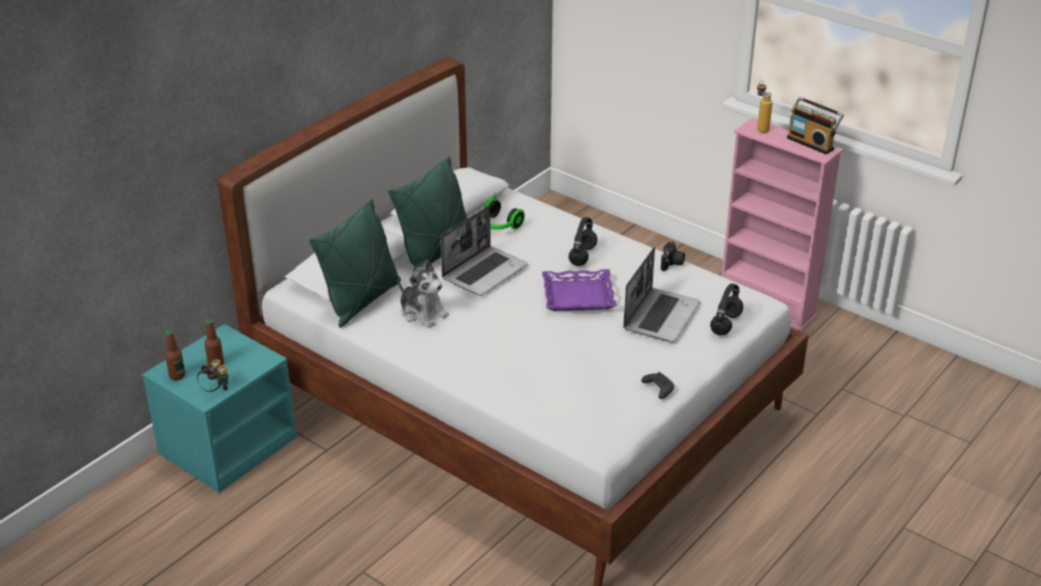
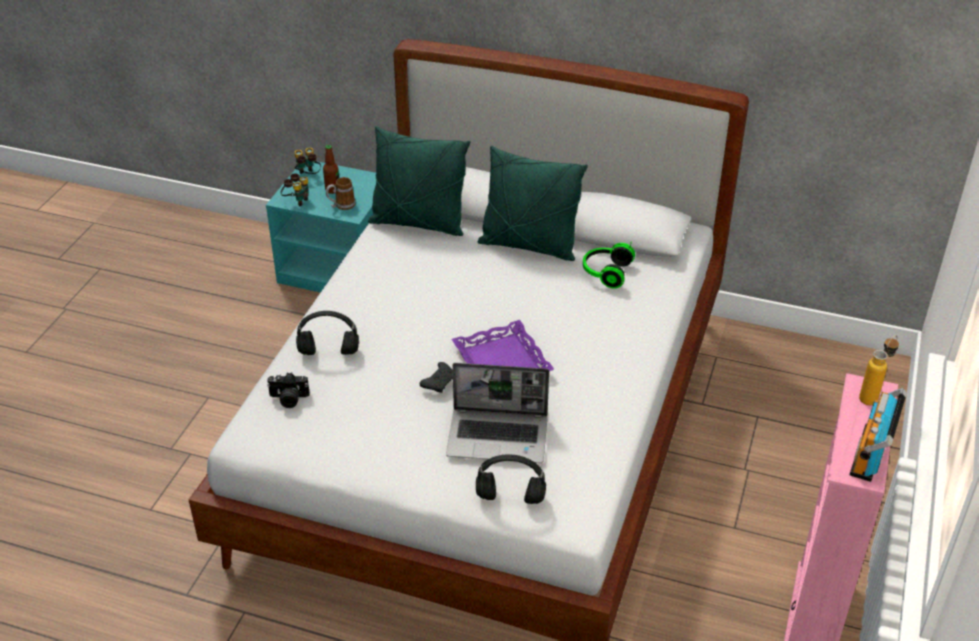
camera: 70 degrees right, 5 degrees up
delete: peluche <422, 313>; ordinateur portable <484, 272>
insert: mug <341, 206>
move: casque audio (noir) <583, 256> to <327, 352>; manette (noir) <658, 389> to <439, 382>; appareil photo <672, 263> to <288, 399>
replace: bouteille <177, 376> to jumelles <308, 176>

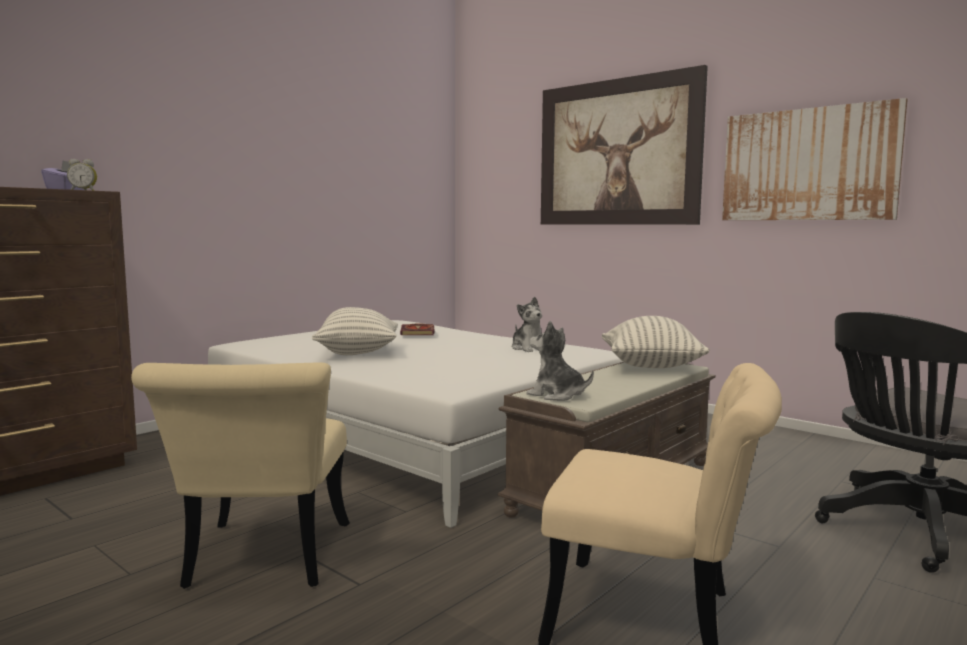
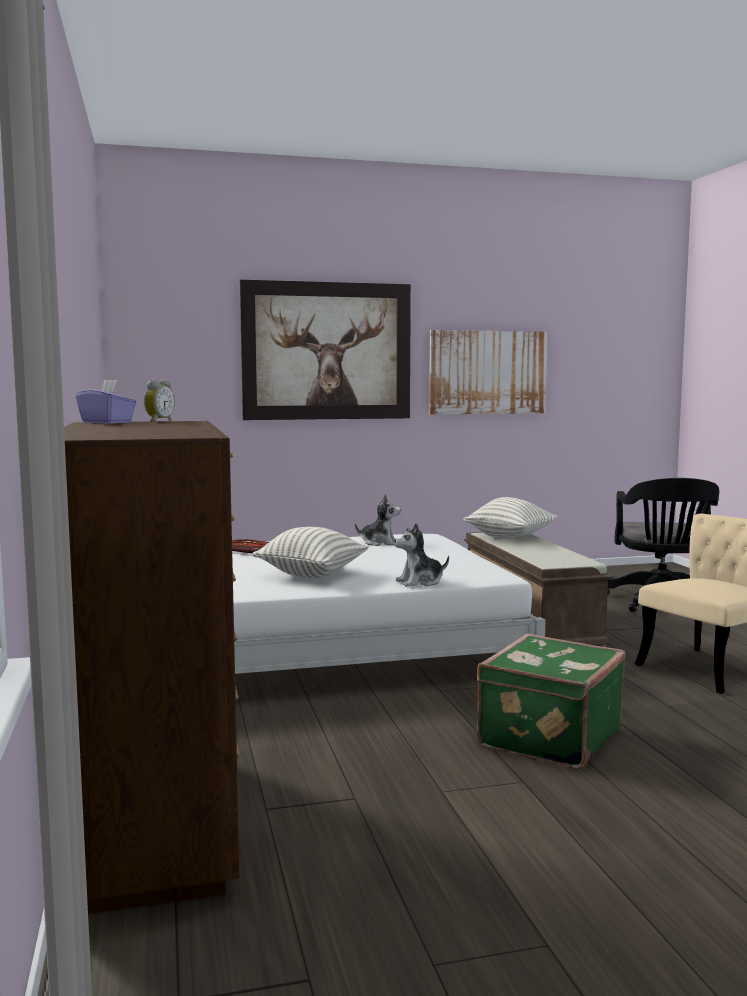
camera: 55 degrees left, 0 degrees up
move: peluche <557, 395> to <420, 582>
replace: chaise (beige) <262, 562> to valise (vert) <547, 737>

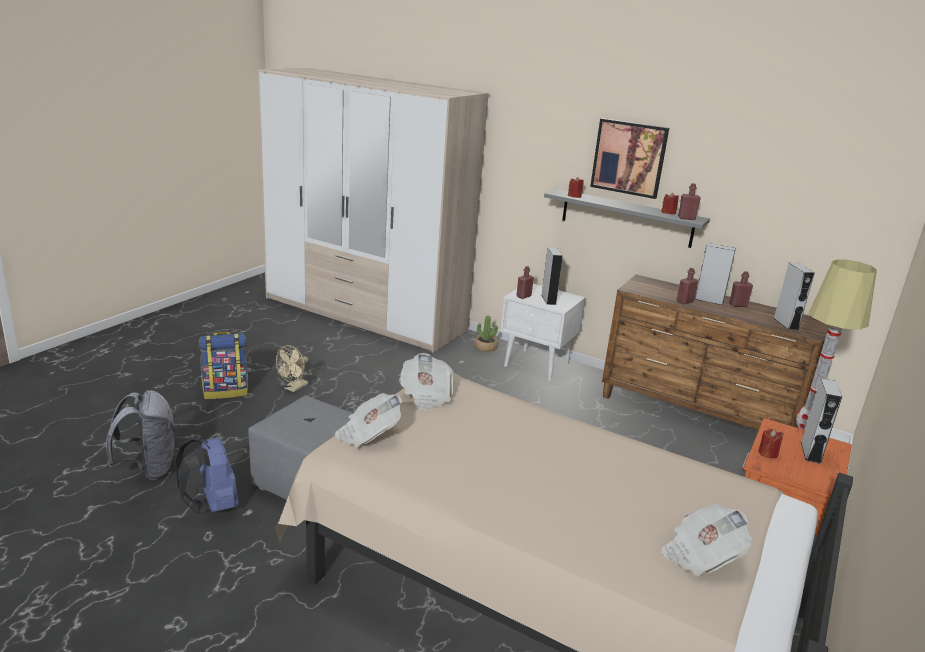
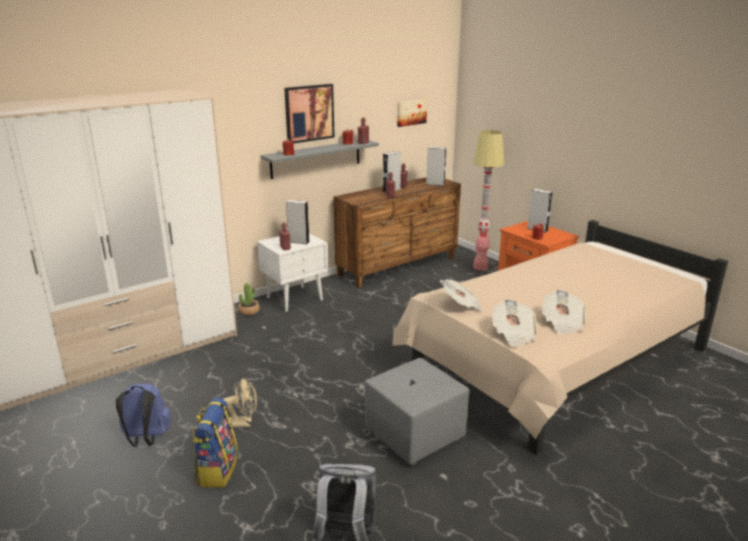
camera: 65 degrees left, 0 degrees up
insert: tableau <411, 112>
move: sac à dos (bleu) <212, 505> to <146, 439>; journal <701, 555> to <562, 323>
rotate: ventilateur (beige) <294, 388> = <244, 423> 60 degrees counterclockwise

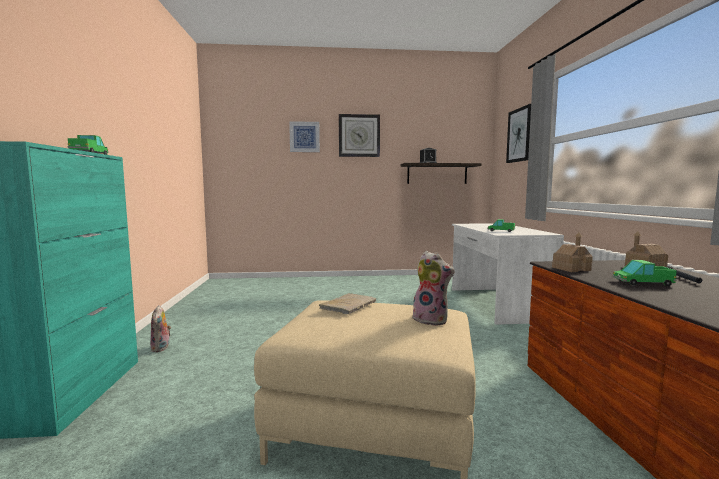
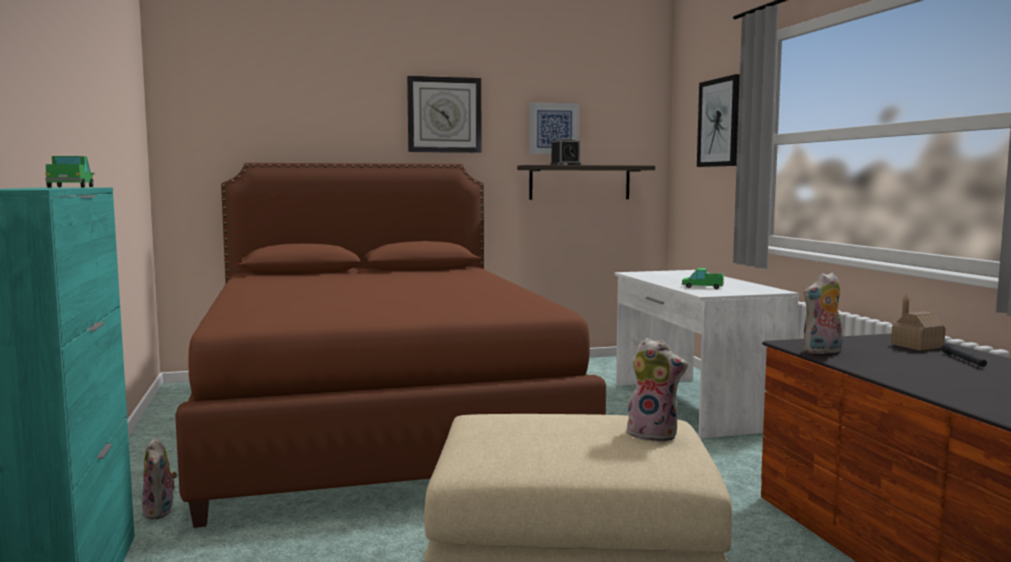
camera: 10 degrees left, 0 degrees up
delete: livre (beige) <349, 305>; camion jouet <643, 283>
insert: lit (marron) <378, 423>
move: tableau <304, 137> to <553, 129>
replace: maison miniature <571, 269> to peluche <822, 352>

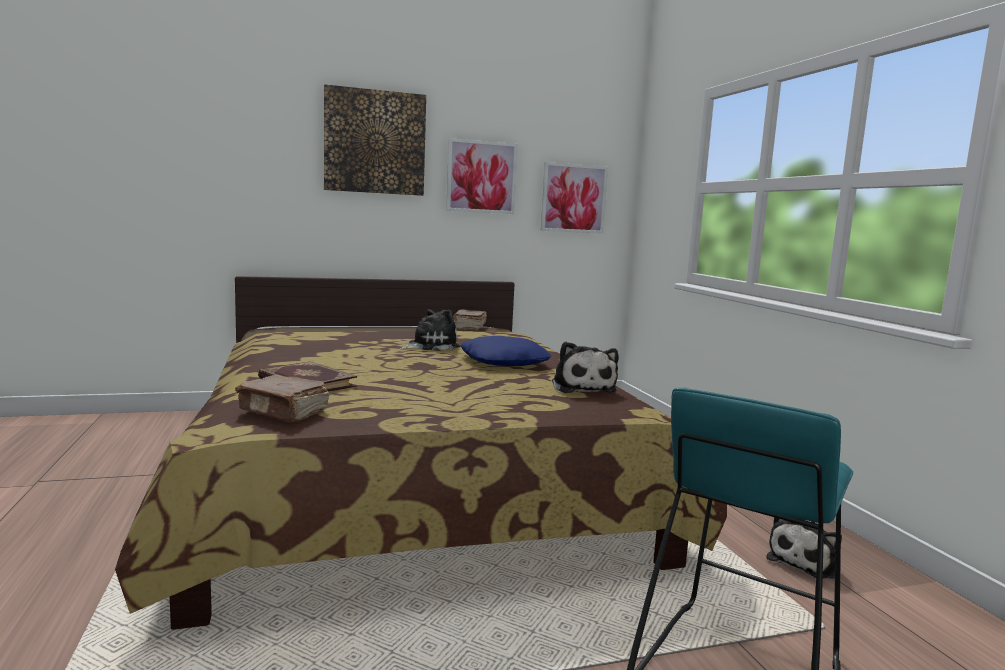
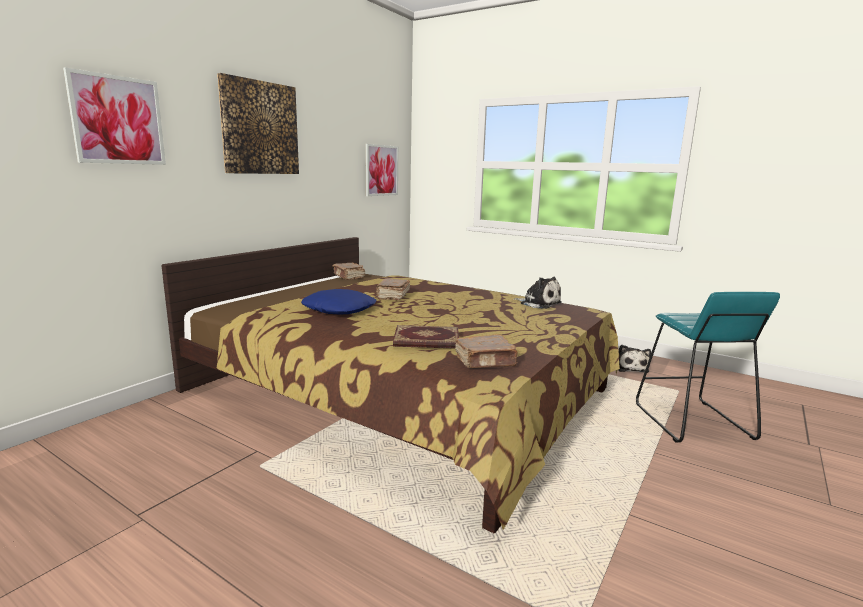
camera: 40 degrees left, 5 degrees up
move: tableau <481, 177> to <117, 120>; coussin (bleu) <504, 361> to <339, 309>
replace: peluche <430, 346> to livre (marron) <392, 296>

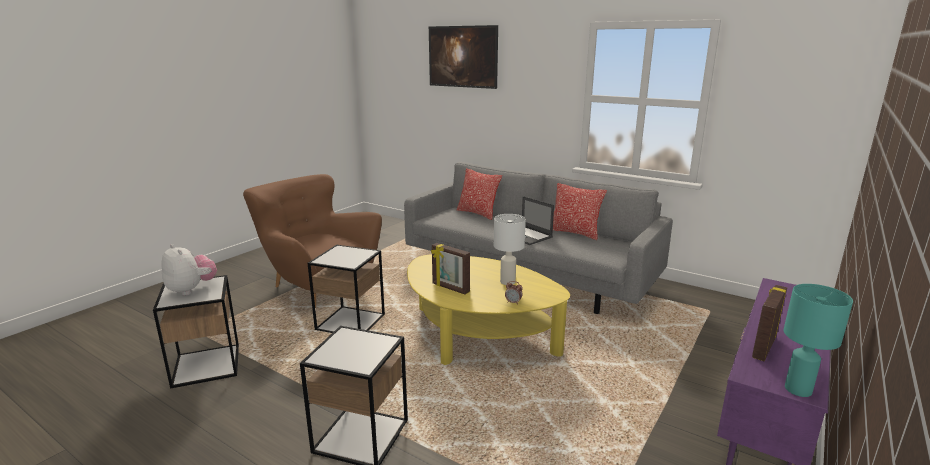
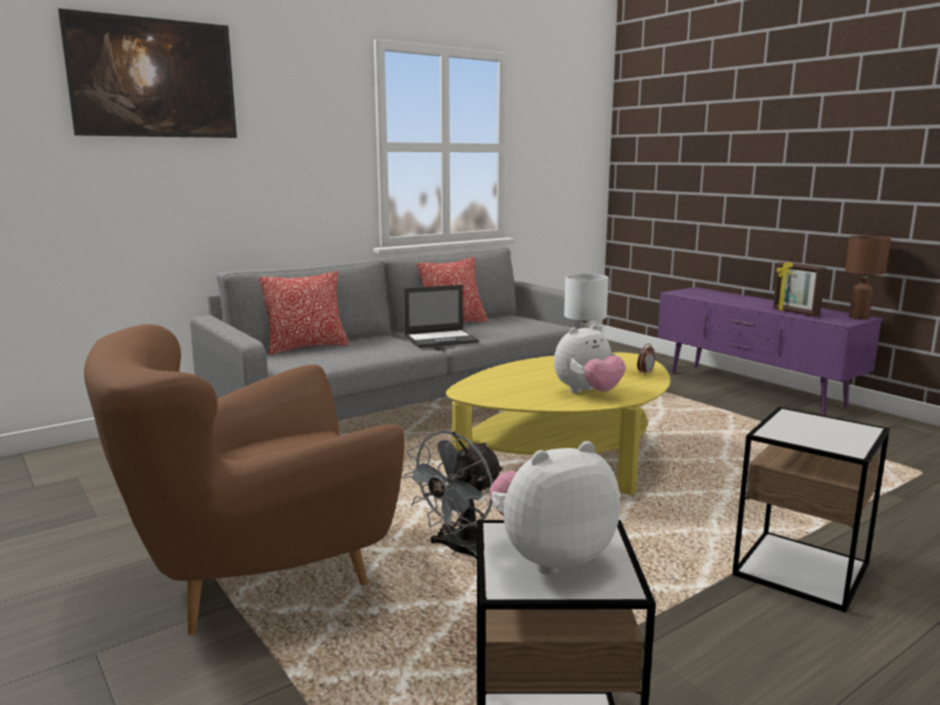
camera: 70 degrees left, 5 degrees down
replace: table d'appoint <350, 322> to ventilateur (gris) <459, 551>; cadre photo <450, 288> to peluche <587, 392>
recolor: lampe de table (turquoise) <797, 389> to lampe de table (marron) <858, 317>

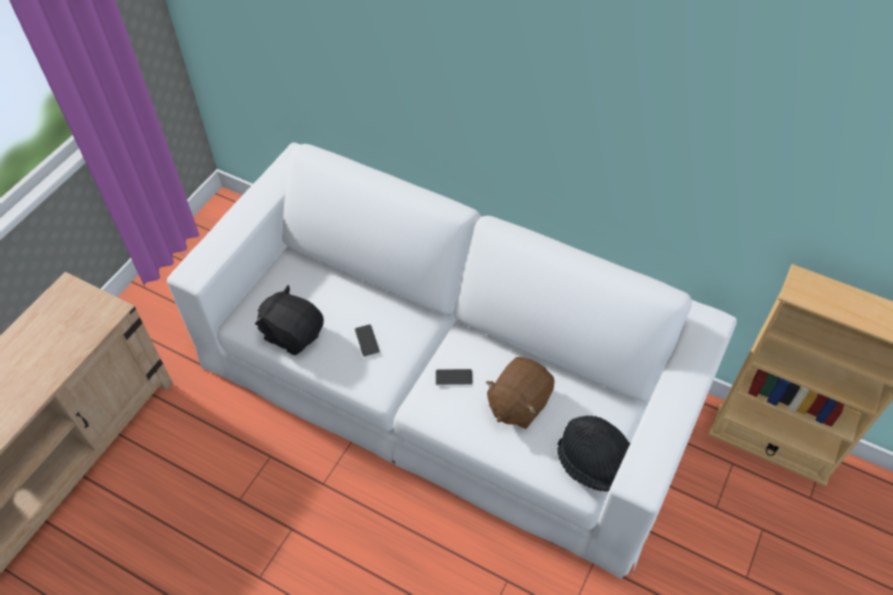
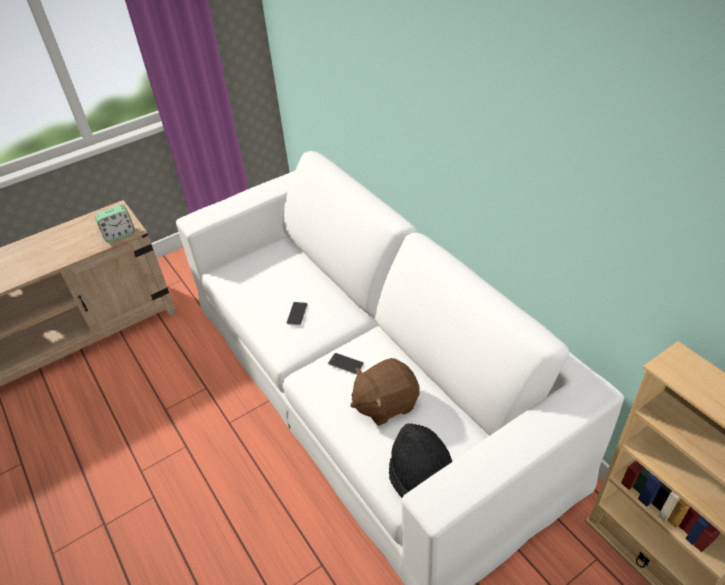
camera: 30 degrees right, 10 degrees down
delete: peluche (noir) <293, 333>
insert: réveil <119, 234>

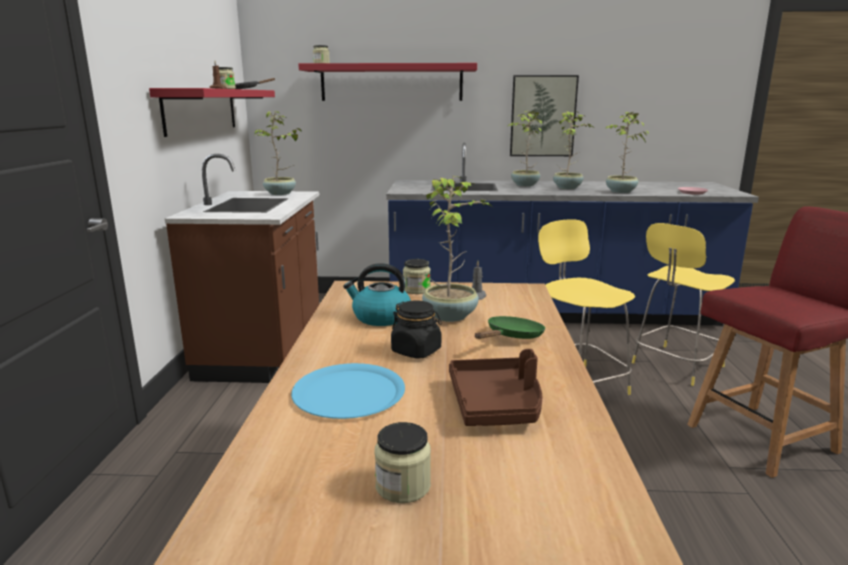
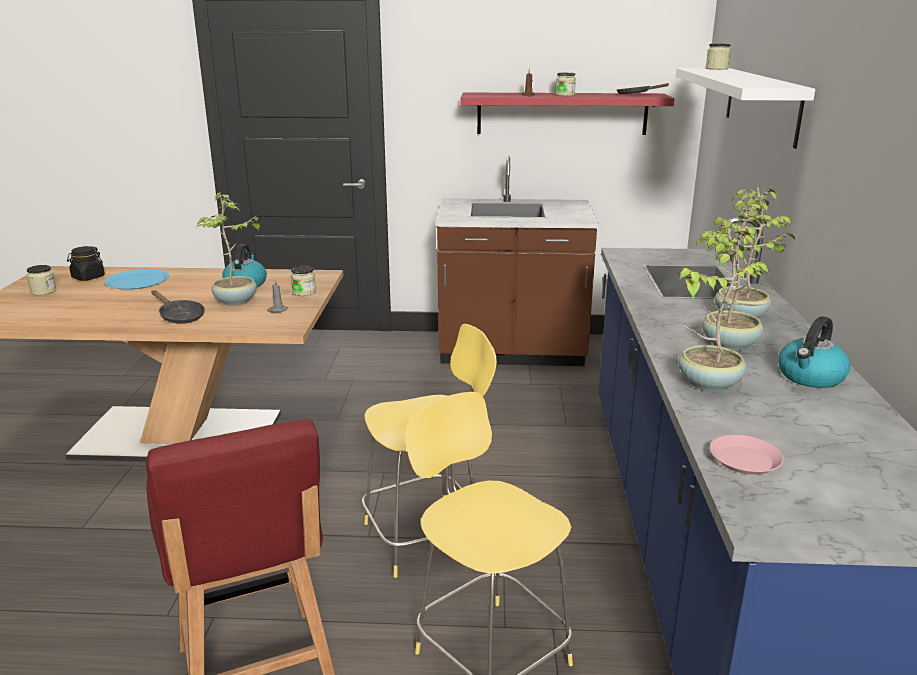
camera: 90 degrees right, 5 degrees up
delete: plante en pot <280, 194>; plateau (marron) <496, 404>; tableau <543, 116>
insert: bouilloire <810, 377>
move: bocal (noir) <416, 351> to <88, 277>
recolor: étagère (rouge) <391, 83> to étagère (blanc) <761, 104>; poêle (vert) <512, 337> to poêle (noir) <179, 316>

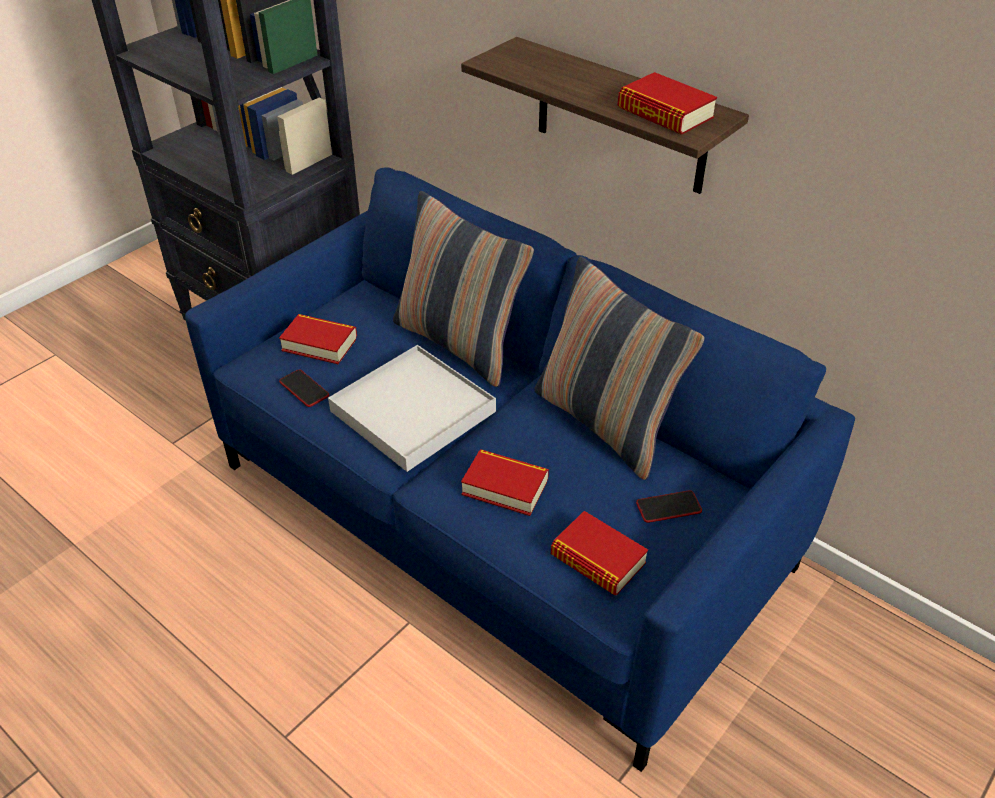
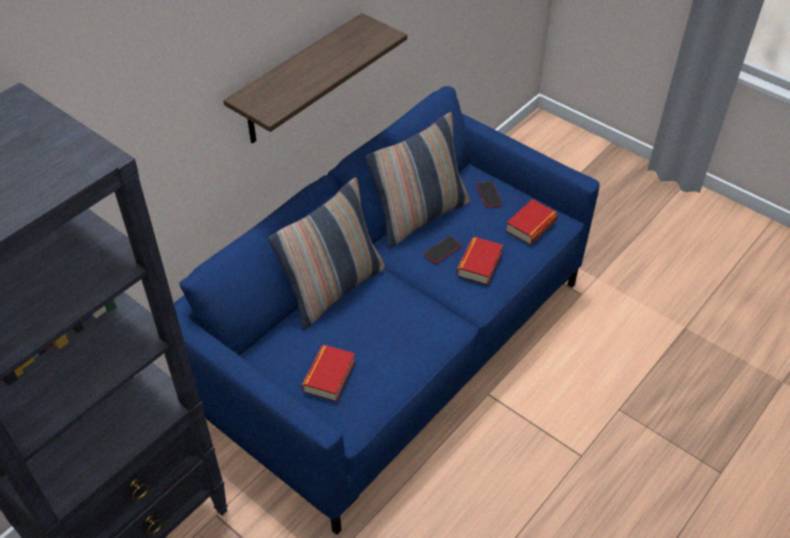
camera: 90 degrees left, 5 degrees up
delete: plateau (blanc) <412, 411>; livre <665, 113>
move: téléphone <304, 389> to <442, 250>

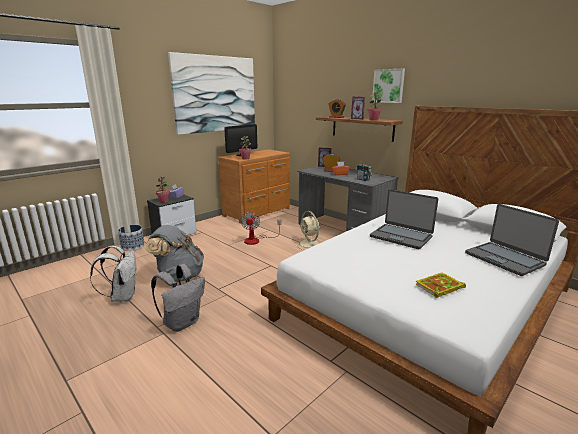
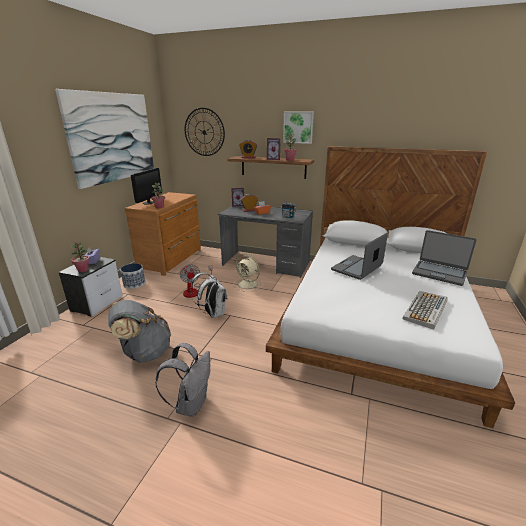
camera: 25 degrees left, 5 degrees up
insert: horloge murale <204, 132>
move: sac à dos (blanc) <122, 297> to <212, 313>; cache-pot <132, 247> to <134, 284>
replace: livre <439, 287> to clavier <426, 310>
rotate: ordinateur portable <401, 236> = <357, 268> 120 degrees clockwise

